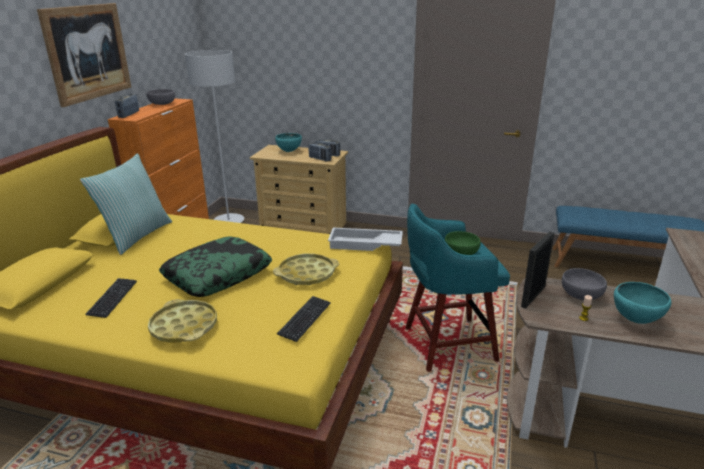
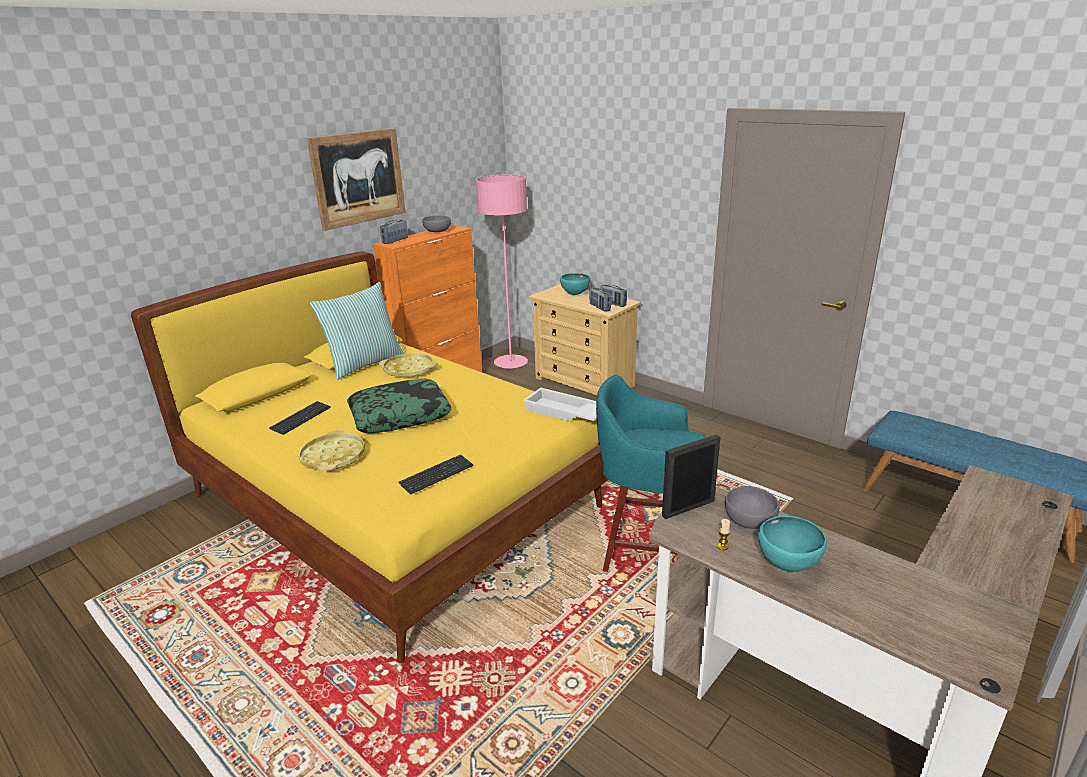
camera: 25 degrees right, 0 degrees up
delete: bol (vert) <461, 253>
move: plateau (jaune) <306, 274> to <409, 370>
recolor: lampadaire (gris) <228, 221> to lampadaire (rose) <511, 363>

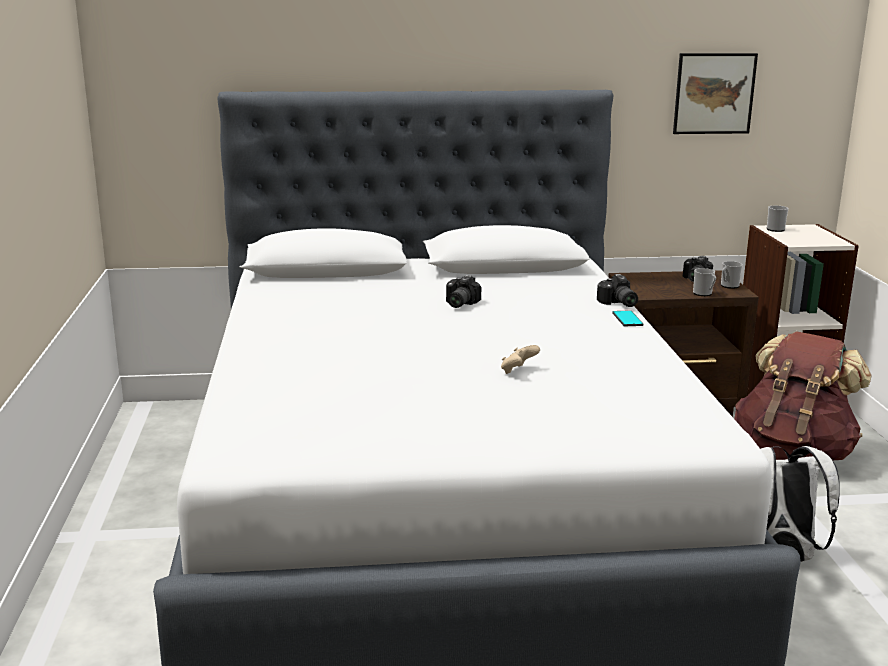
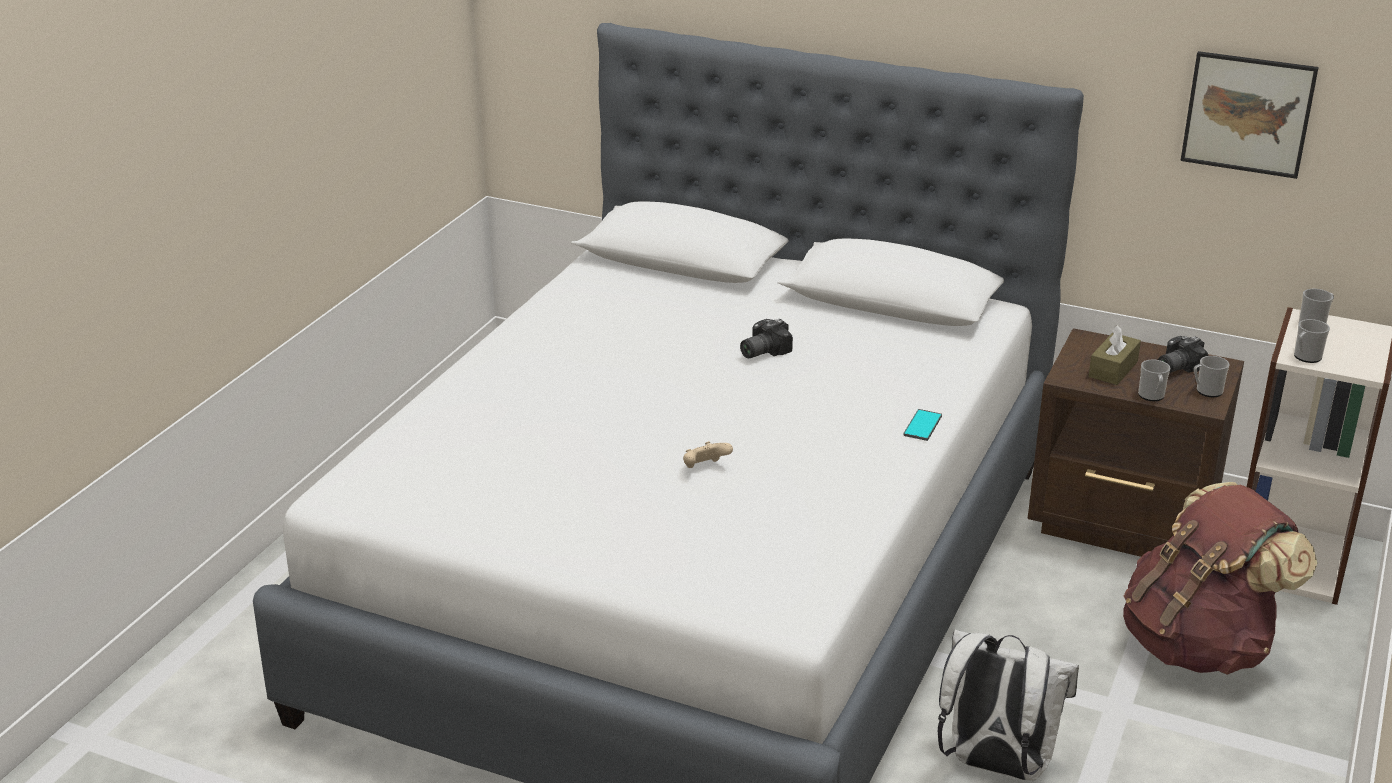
camera: 30 degrees right, 10 degrees up
delete: appareil photo <618, 303>
insert: boîte à mouchoirs (marron) <1113, 369>; mug <1305, 357>

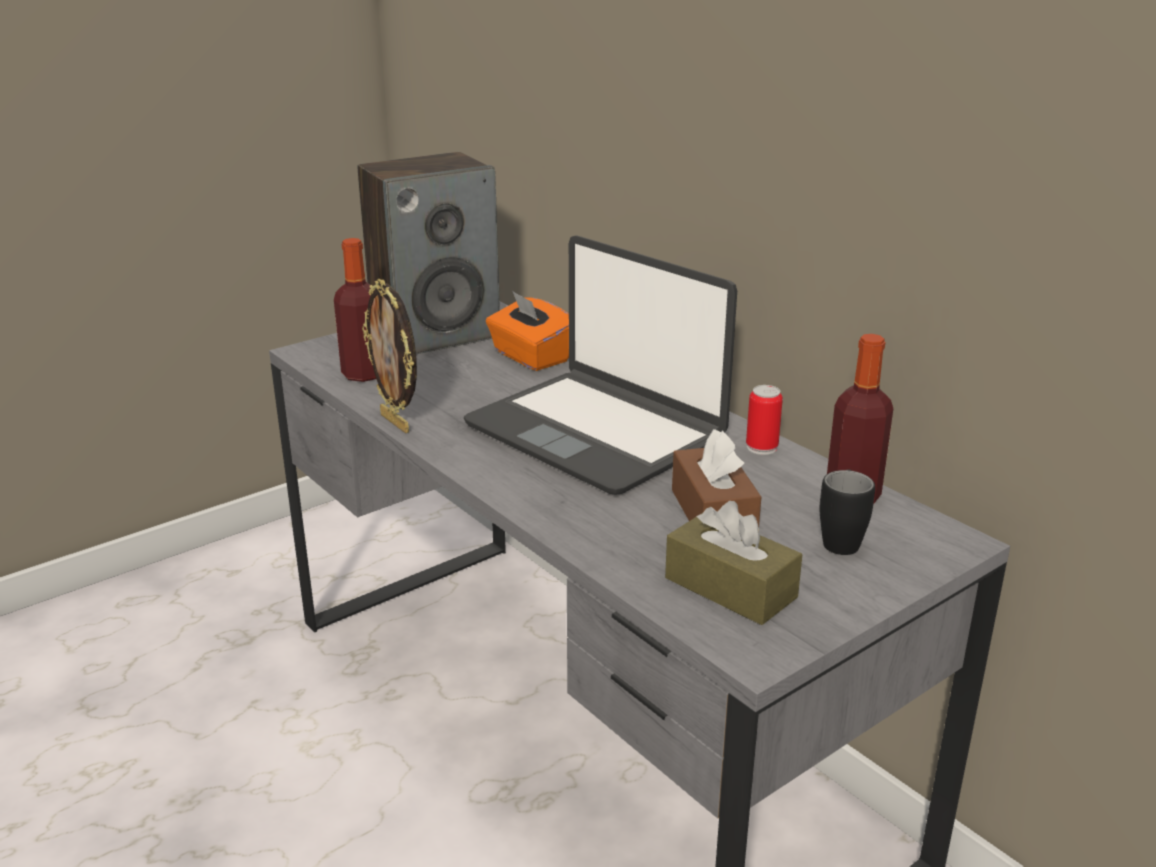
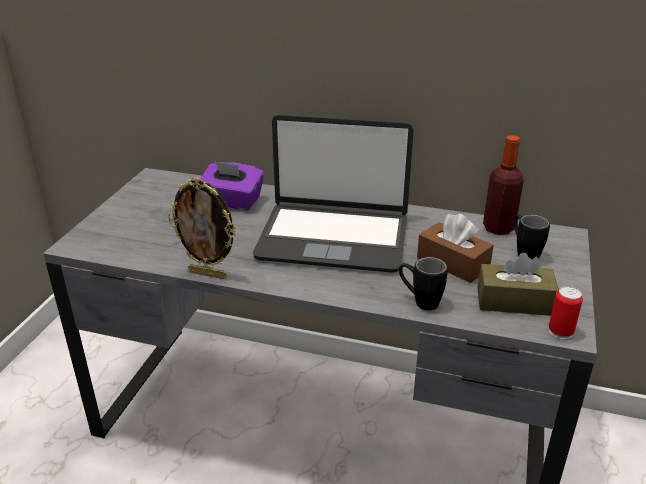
camera: 35 degrees left, 5 degrees up
delete: bouteille <364, 374>; enceinte <436, 334>
insert: mug (noir) <419, 301>
move: boîte métallique <761, 447> to <560, 331>
recolor: boîte à mouchoirs (orange) <530, 357> to boîte à mouchoirs (violet) <232, 202>

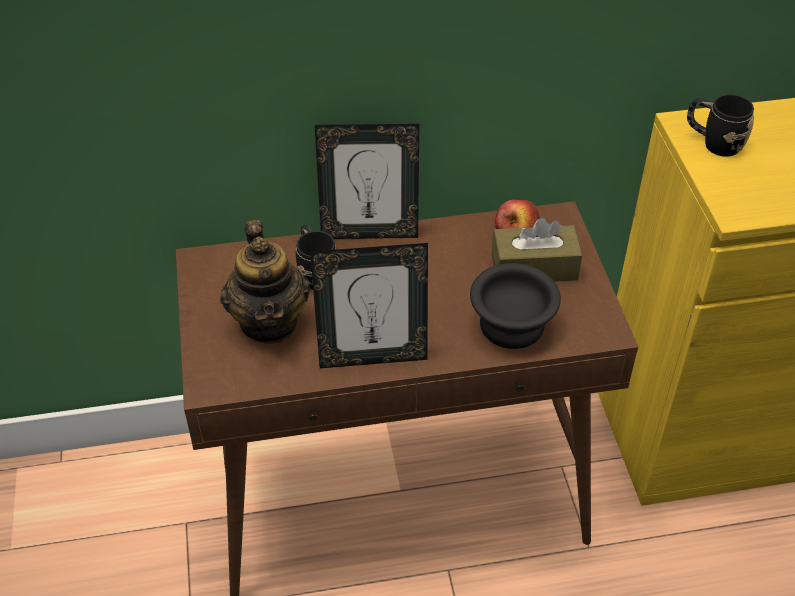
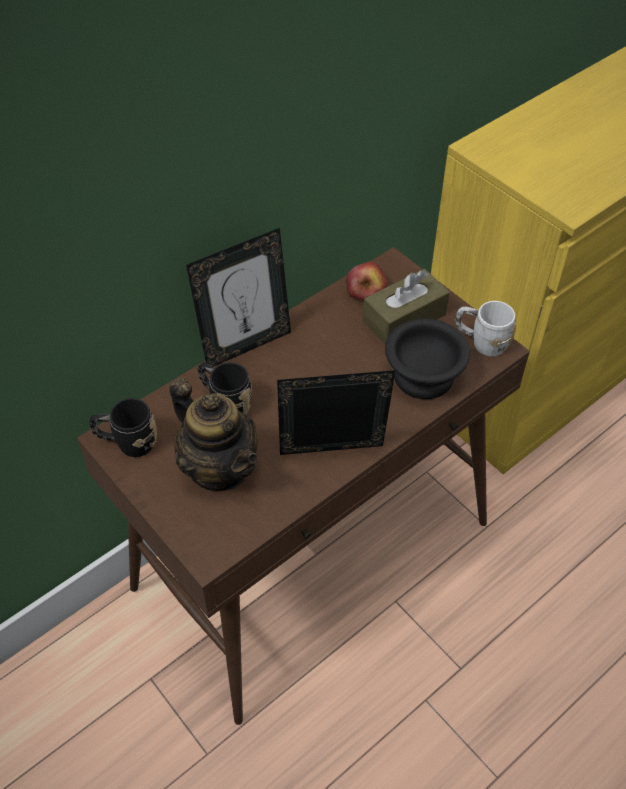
camera: 30 degrees left, 5 degrees up
insert: mug (blanc) <481, 342>
move: mug (noir) <713, 143> to <128, 443>
rotate: cadre photo <372, 357> = <332, 457> 150 degrees counterclockwise

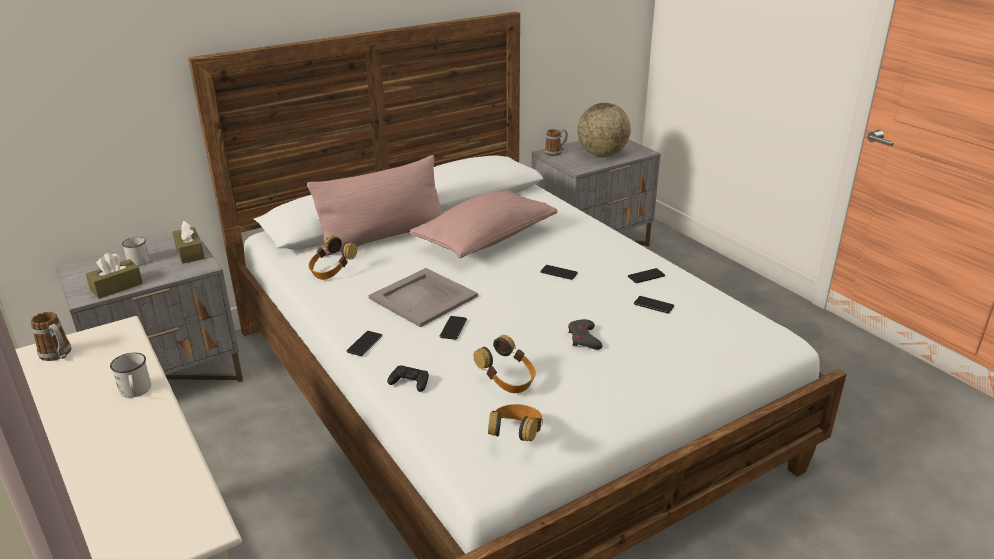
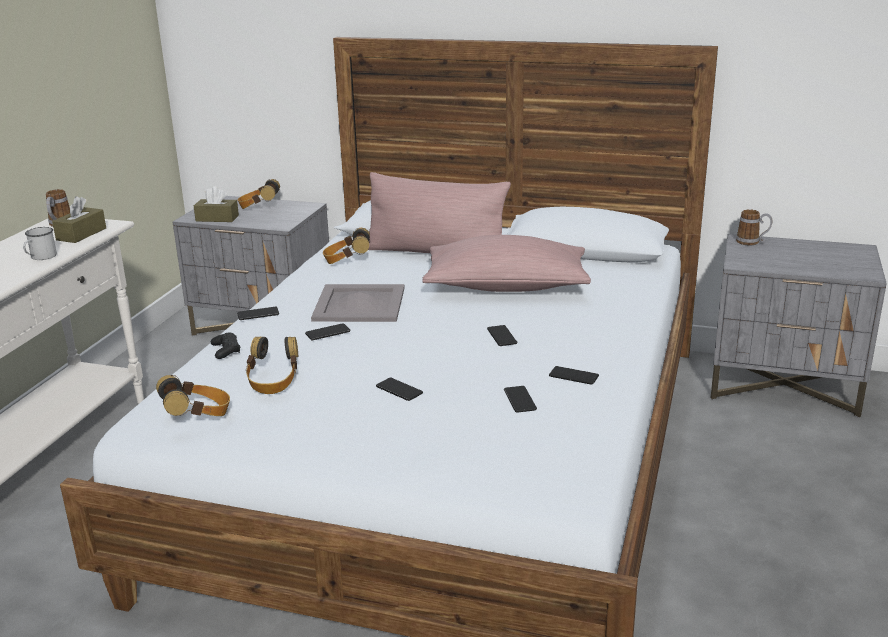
camera: 50 degrees right, 5 degrees down
delete: globe <602, 154>
move: boîte à mouchoirs (marron) <190, 253> to <81, 234>
replace: mug (blanc) <137, 260> to casque audio <259, 207>; manette (gris) <584, 338> to téléphone <399, 390>

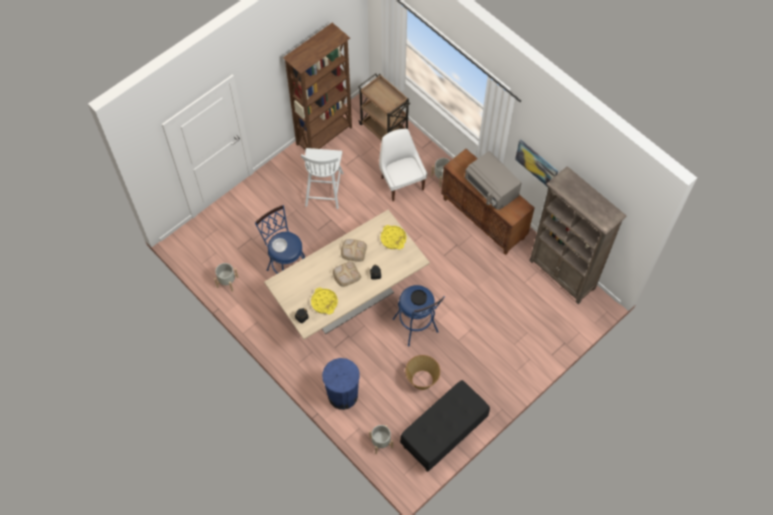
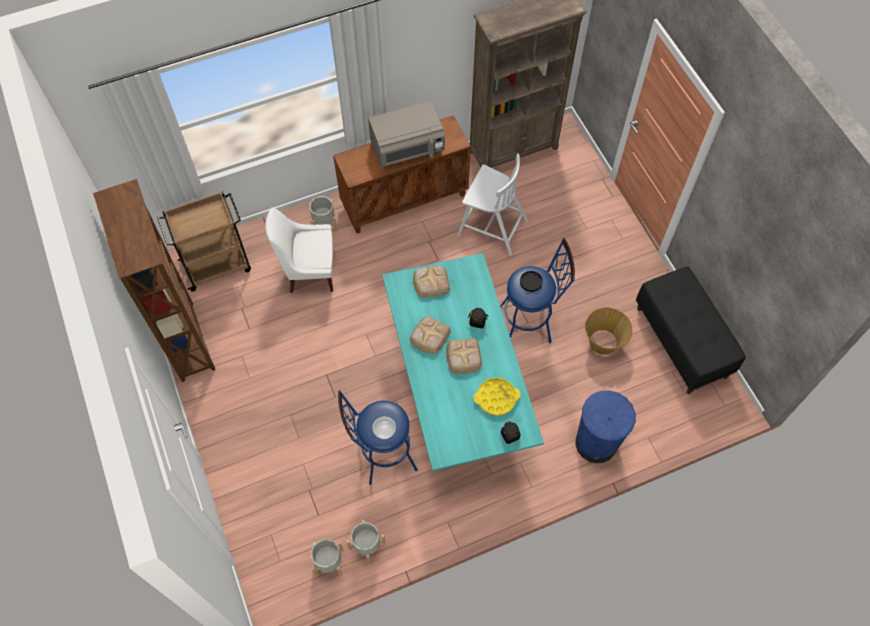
camera: 70 degrees left, 0 degrees up
delete: tableau <537, 164>
move: chaise (blanc) <324, 188> to <491, 227>; cache-pot (gris) <381, 442> to <329, 562>
replace: plateau (jaune) <393, 238> to pain <430, 282>
recolor: table à manger (beige) <349, 298> to table à manger (turquoise) <457, 390>

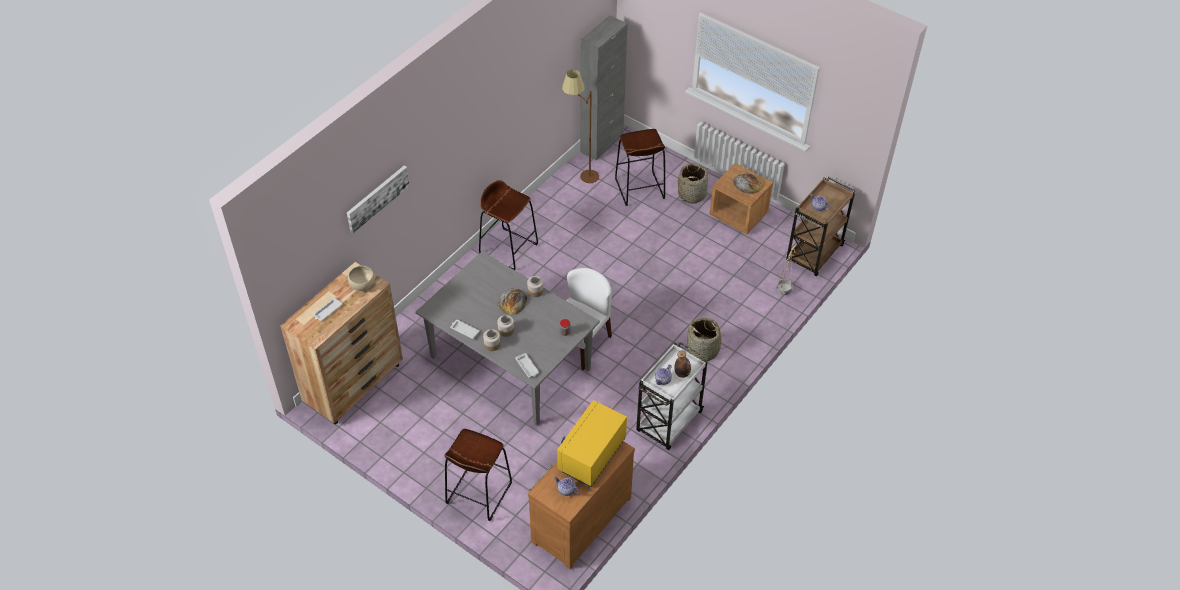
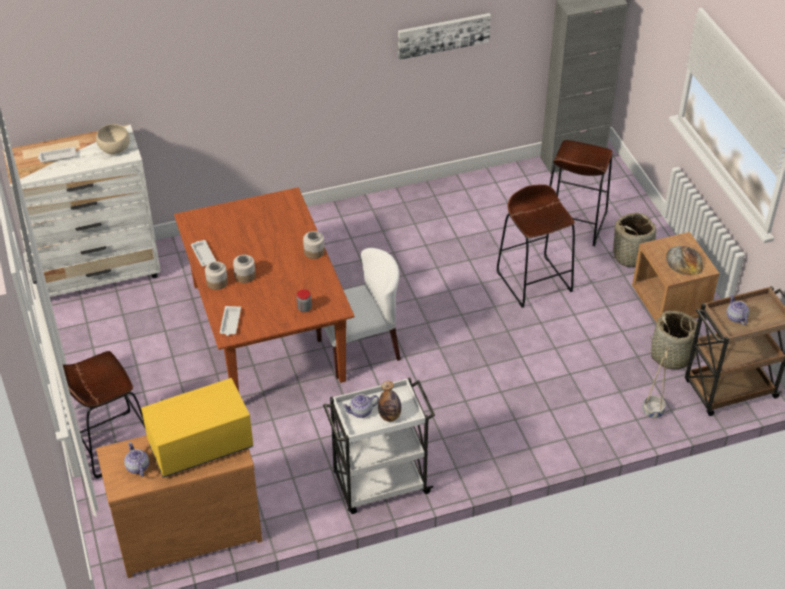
camera: 35 degrees right, 5 degrees down
delete: pain <512, 301>; lampadaire (marron) <580, 177>
move: tableau <377, 198> to <443, 35>; tabouret (marron) <508, 249> to <534, 281>; panier <703, 350> to <672, 356>
recolor: commode (marron) <354, 384> to commode (blanc) <98, 274>; table à manger (gris) <511, 363> to table à manger (marron) <268, 332>

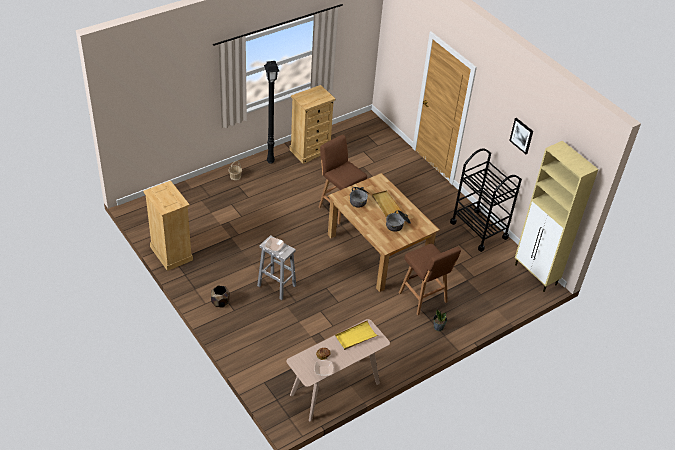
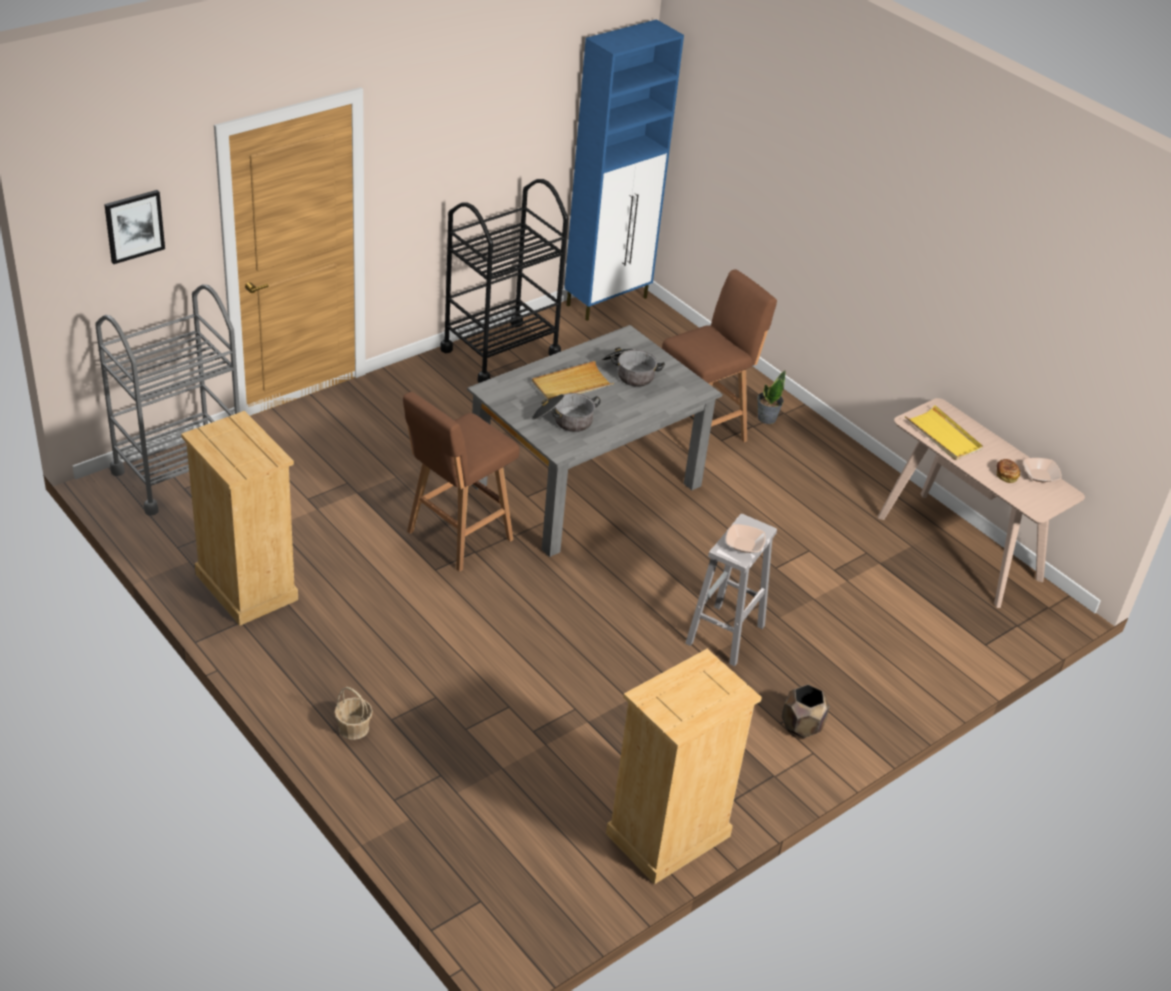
camera: 95 degrees left, 5 degrees down
delete: lampadaire (noir) <270, 161>
insert: chariot (gris) <179, 474>
move: tableau <521, 135> to <134, 226>
recolor: table à manger (marron) <377, 251> to table à manger (gris) <585, 485>; meuble de rangement (beige) <536, 275> to meuble de rangement (bleu) <608, 301>

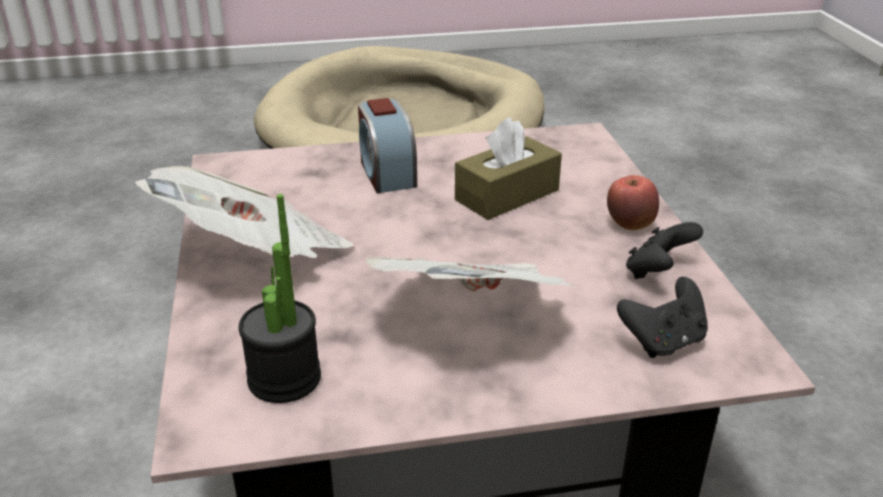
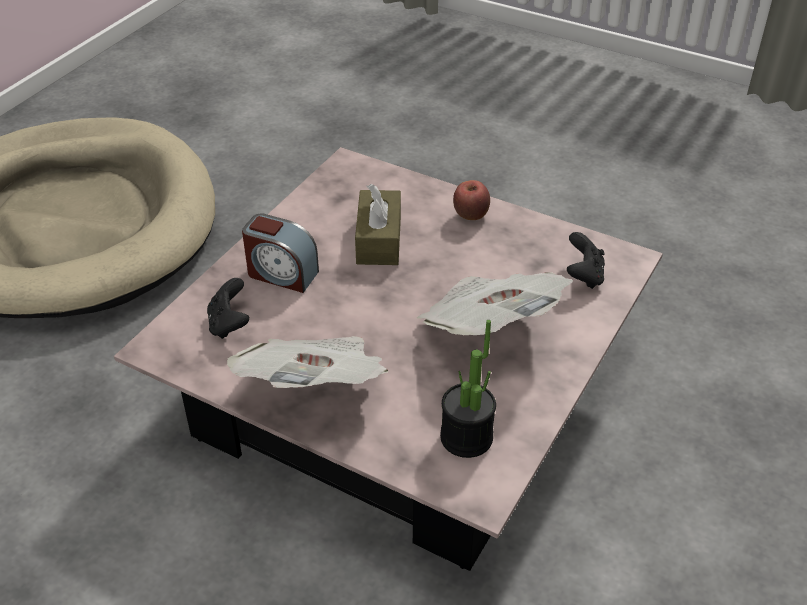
camera: 50 degrees left, 10 degrees up
move: manette (noir) <657, 272> to <229, 324>

